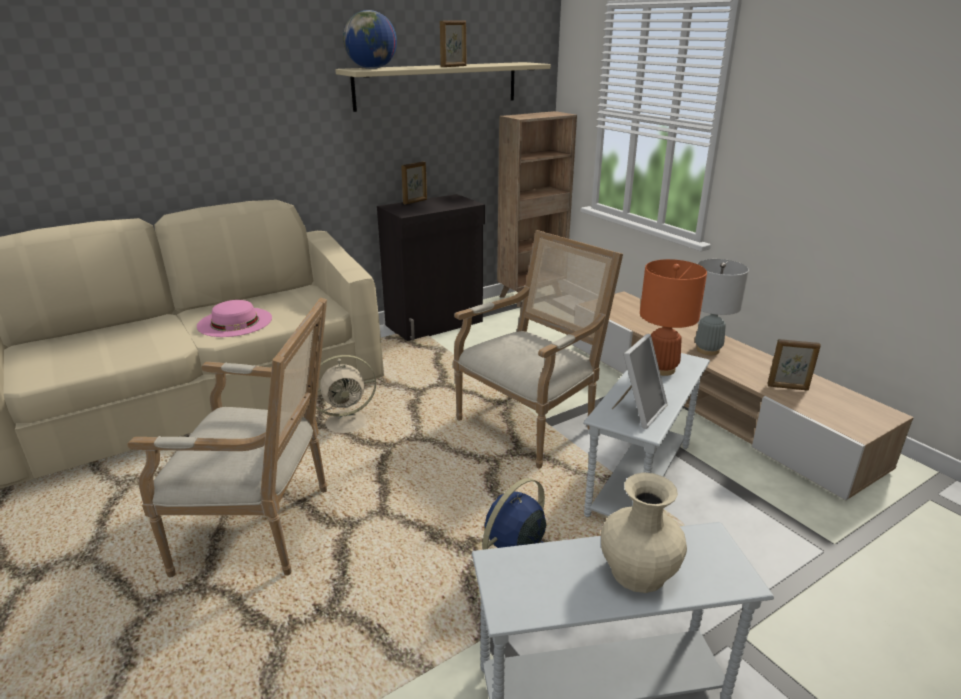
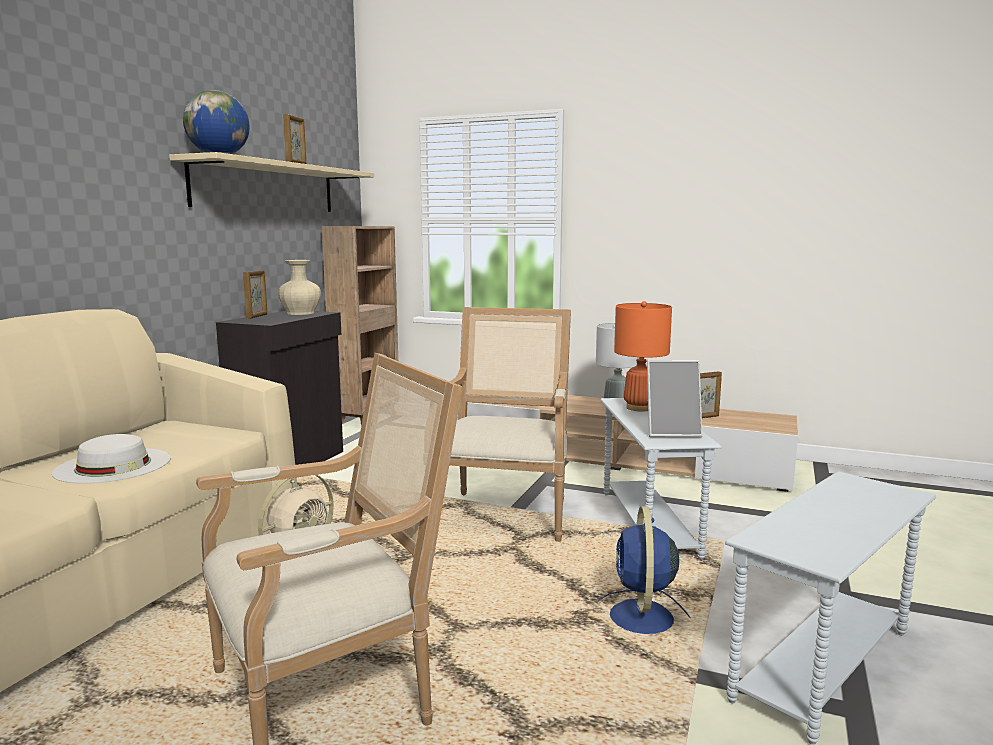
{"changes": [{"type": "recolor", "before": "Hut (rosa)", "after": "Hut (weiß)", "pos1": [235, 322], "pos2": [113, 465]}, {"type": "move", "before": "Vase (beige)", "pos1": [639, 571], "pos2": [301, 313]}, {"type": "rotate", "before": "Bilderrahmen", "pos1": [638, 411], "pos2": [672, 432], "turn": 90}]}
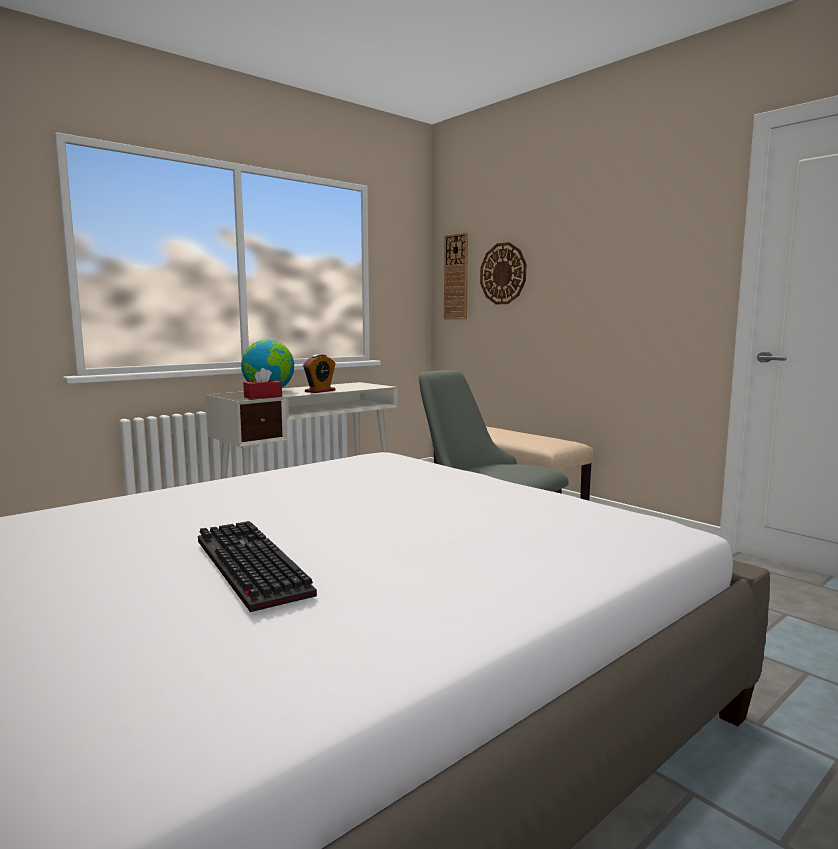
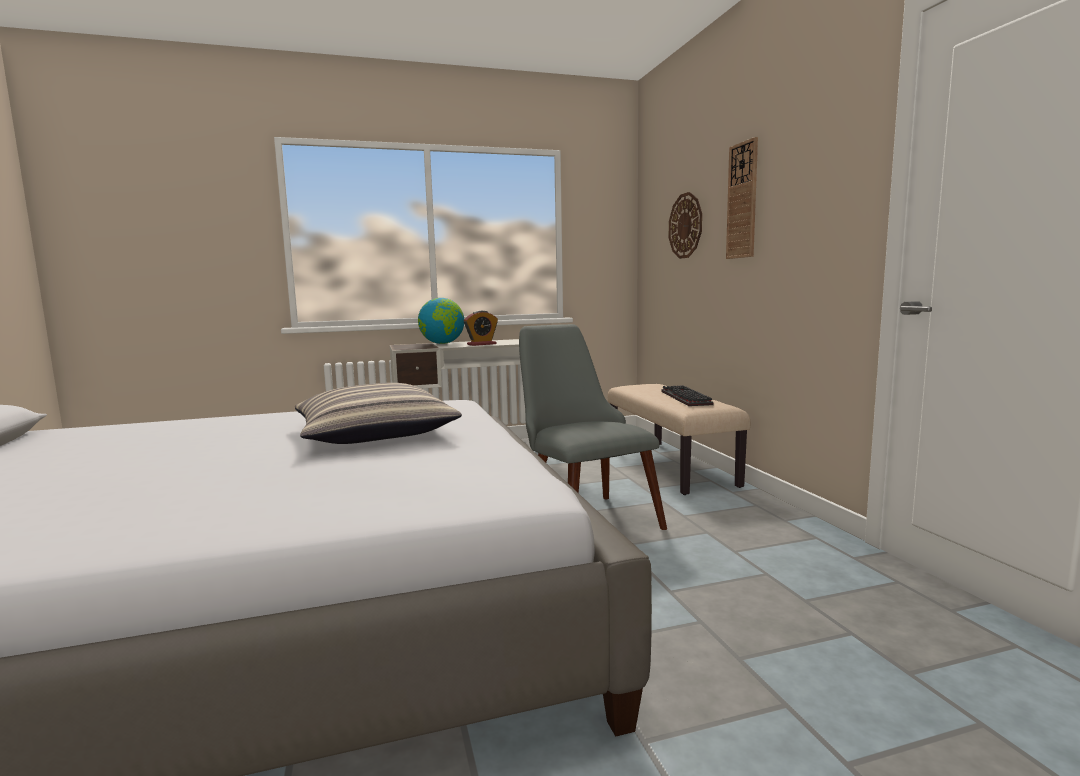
{"changes": [{"type": "move", "before": "Tastatur", "pos1": [246, 566], "pos2": [683, 398]}, {"type": "delete", "before": "Taschentuchbox (rot)", "pos1": [263, 396]}, {"type": "move", "before": "Wanduhr", "pos1": [456, 277], "pos2": [742, 201]}, {"type": "insert", "after": "Kissen", "pos2": [375, 433]}]}
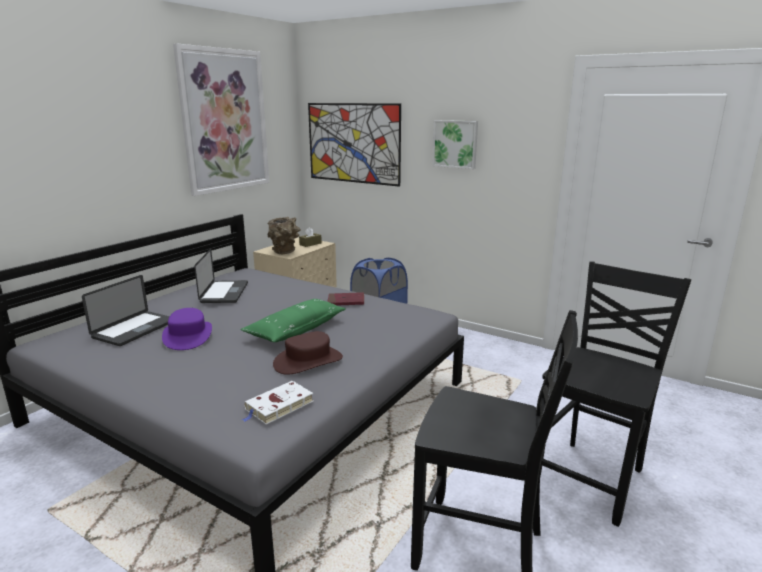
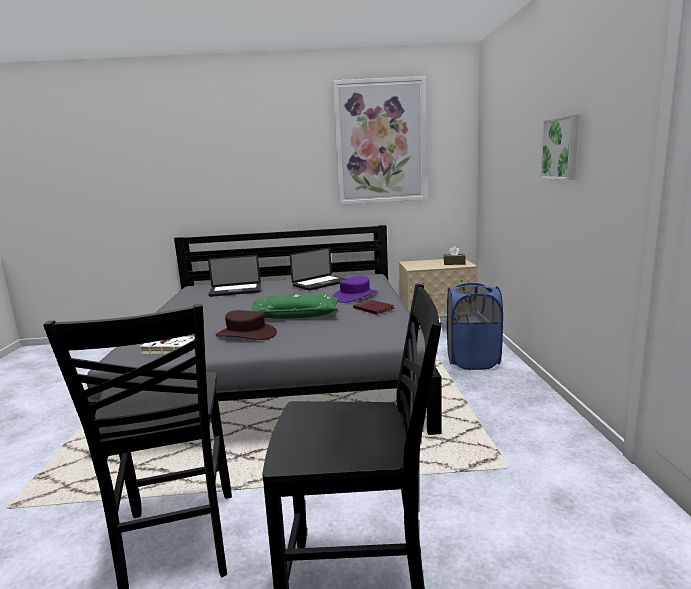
{"changes": [{"type": "move", "before": "Hut (lila)", "pos1": [188, 336], "pos2": [355, 296]}, {"type": "delete", "before": "Vase (braun)", "pos1": [285, 252]}, {"type": "delete", "before": "Bild", "pos1": [353, 143]}]}
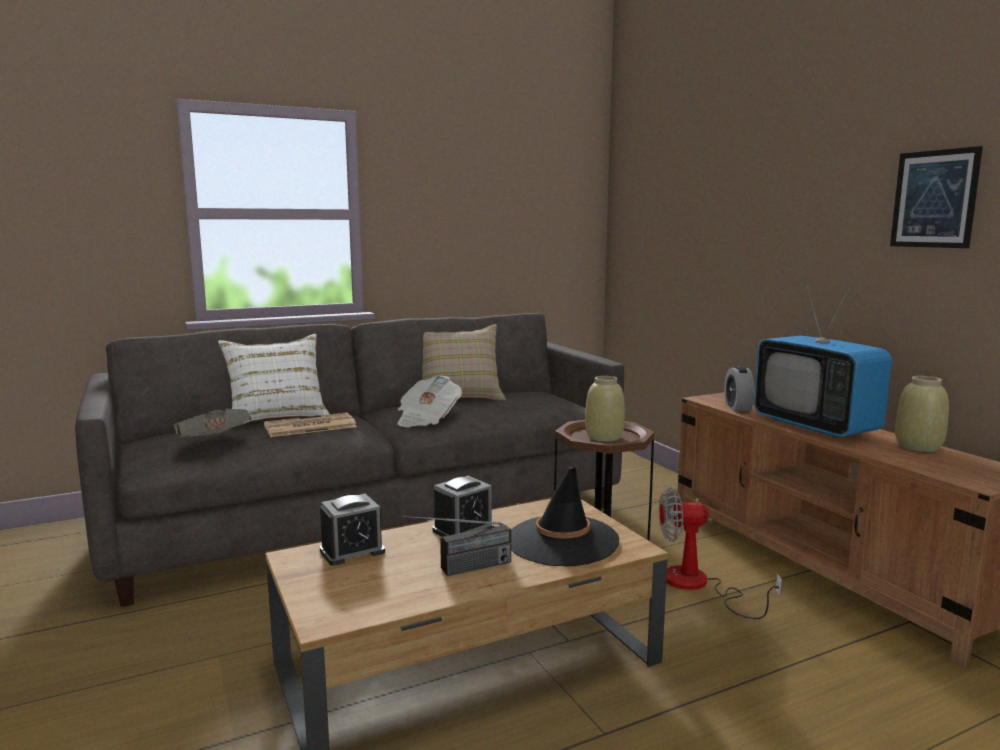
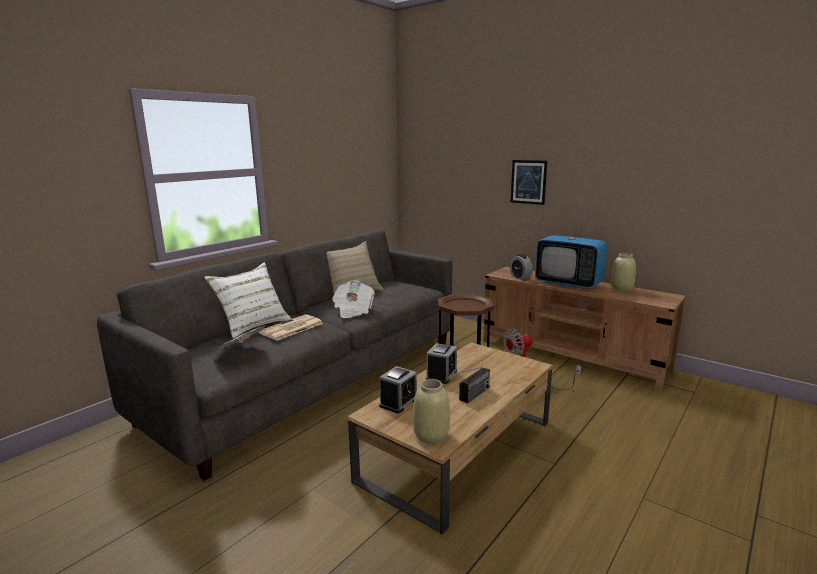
{"changes": [{"type": "delete", "before": "Hut (schwarz)", "pos1": [562, 541]}, {"type": "move", "before": "Vase (beige)", "pos1": [603, 437], "pos2": [430, 435]}, {"type": "move", "before": "Bild", "pos1": [934, 199], "pos2": [528, 182]}]}
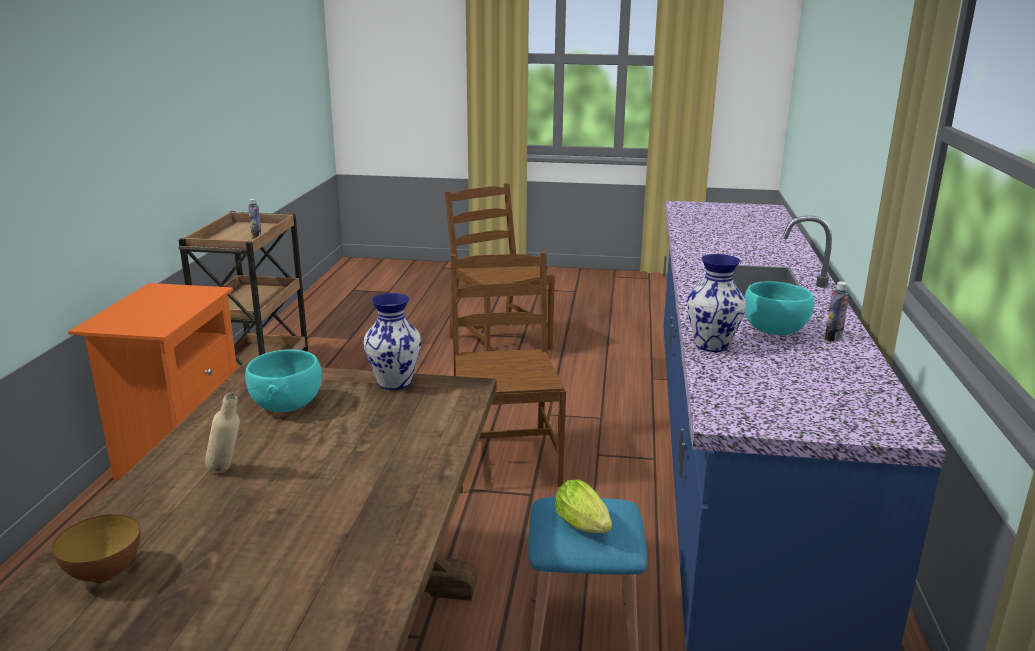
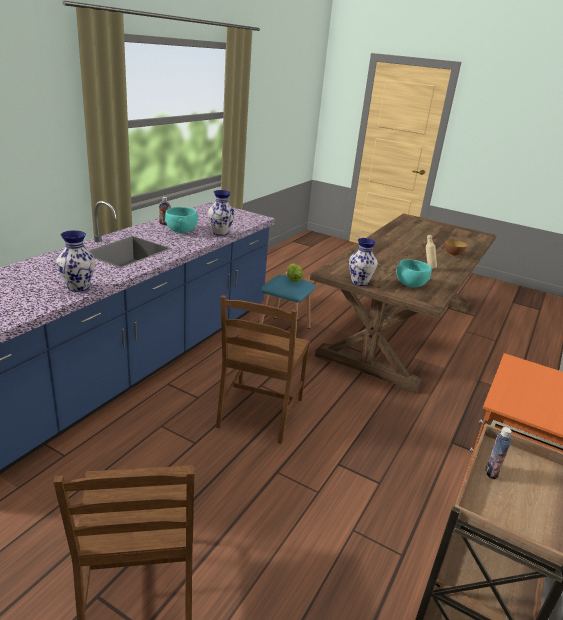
{"changes": [{"type": "insert", "after": "Vase", "pos2": [79, 287]}]}
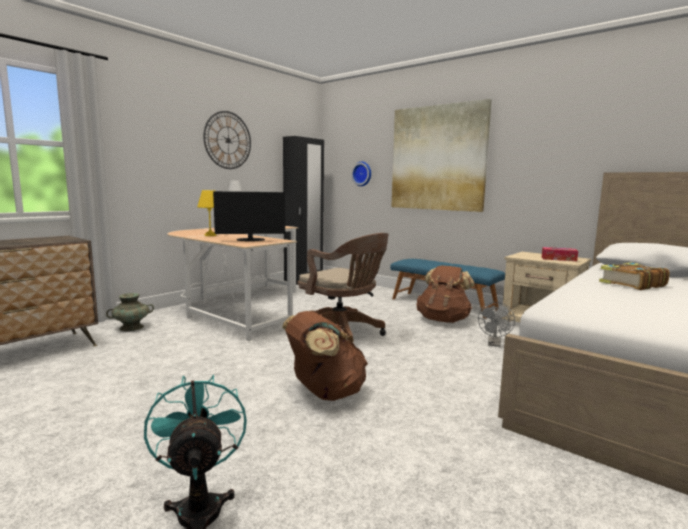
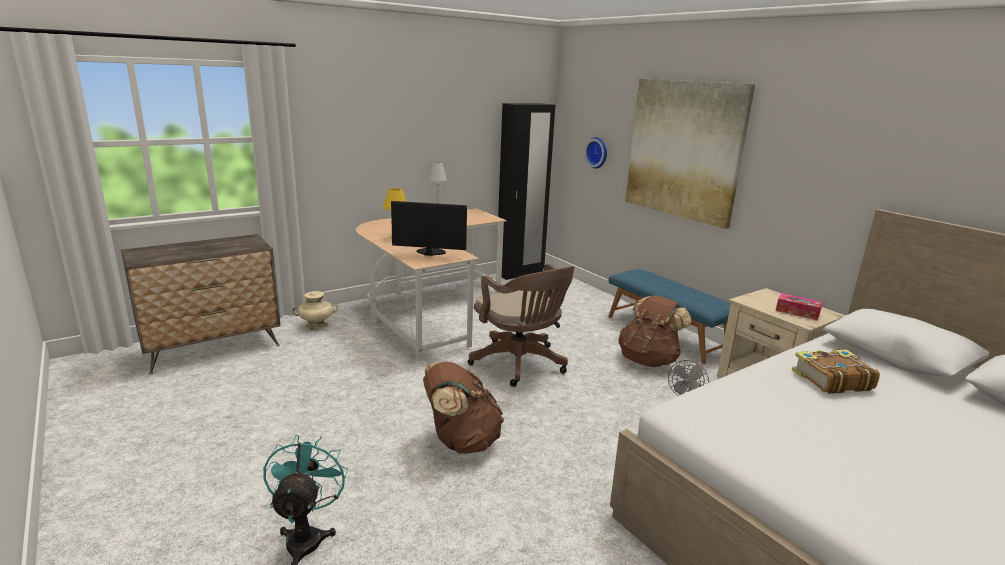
{"changes": [{"type": "recolor", "before": "Vase (türkis)", "after": "Vase (beige)", "pos1": [132, 327], "pos2": [316, 325]}, {"type": "delete", "before": "Wanduhr", "pos1": [228, 140]}]}
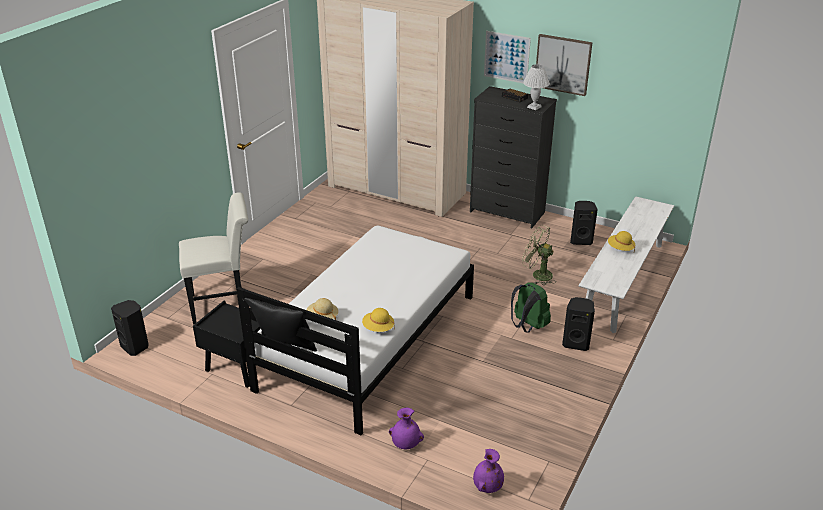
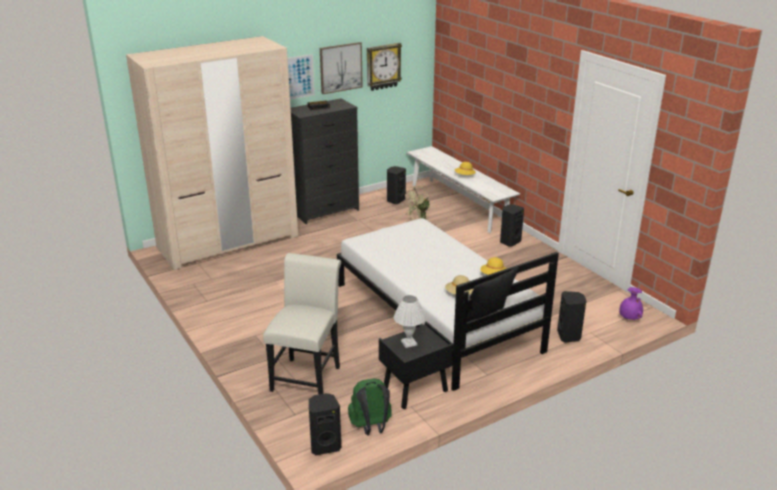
{"changes": [{"type": "replace", "before": "Vase (lila)", "after": "Lautsprecher (schwarz)", "pos1": [406, 444], "pos2": [569, 336]}, {"type": "move", "before": "Rucksack (grün)", "pos1": [527, 326], "pos2": [371, 427]}, {"type": "move", "before": "Tischlampe (weiß)", "pos1": [534, 107], "pos2": [409, 343]}, {"type": "insert", "after": "Wanduhr", "pos2": [383, 66]}]}
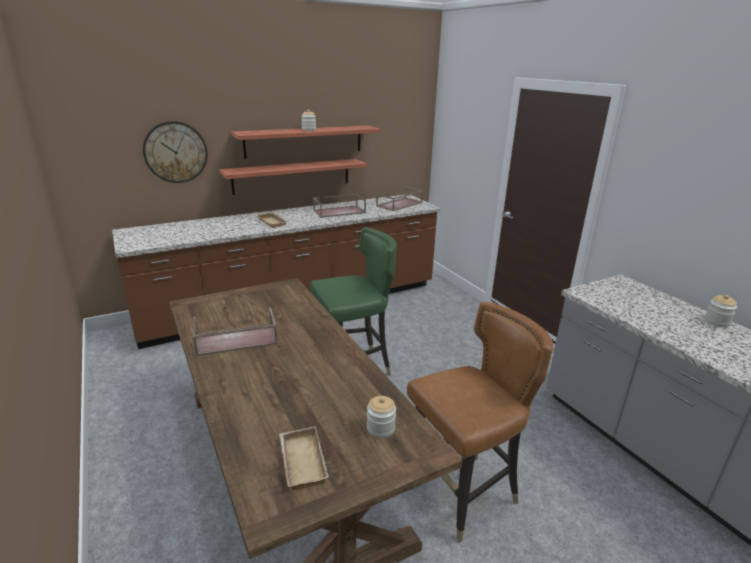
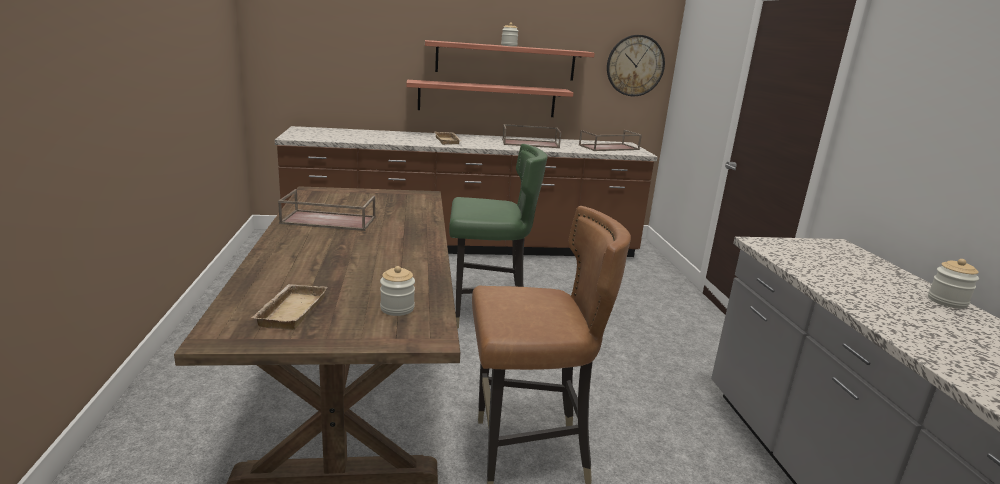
{"changes": [{"type": "move", "before": "Wanduhr", "pos1": [175, 152], "pos2": [635, 65]}]}
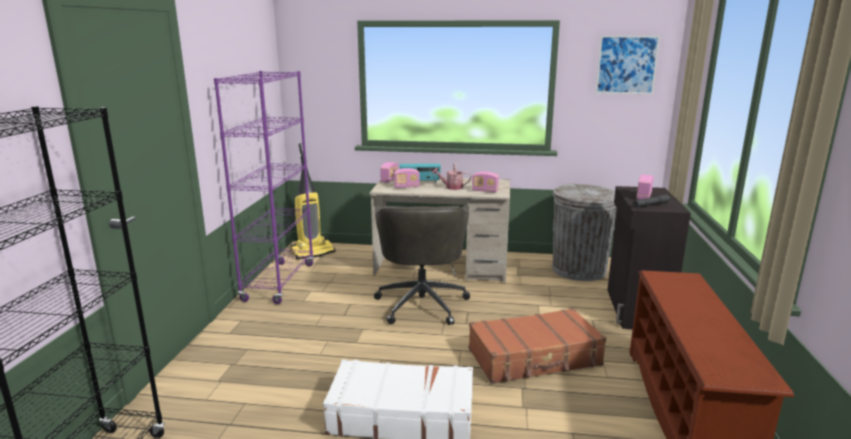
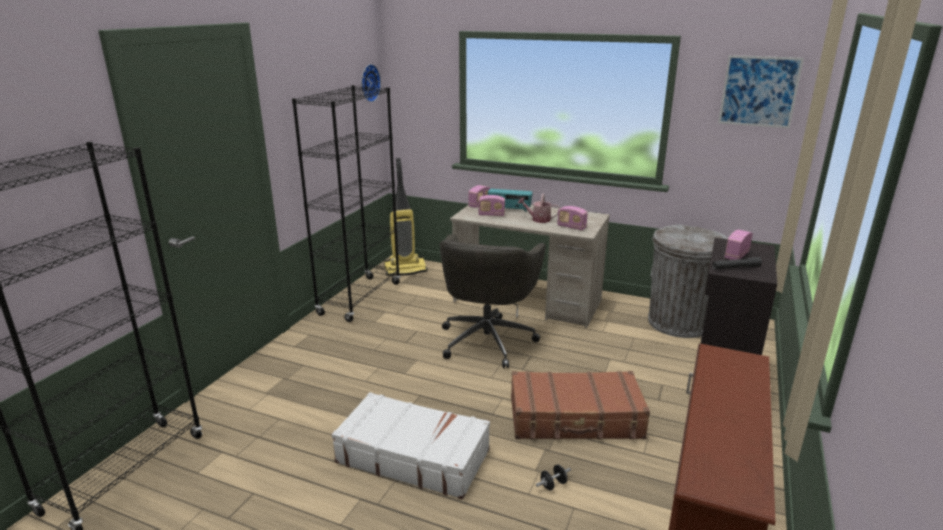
{"changes": [{"type": "recolor", "before": "Bücherregal (lila)", "after": "Bücherregal (schwarz)", "pos1": [279, 282], "pos2": [360, 299]}, {"type": "insert", "after": "Wanduhr", "pos2": [368, 83]}, {"type": "insert", "after": "Hantel (schwarz)", "pos2": [553, 485]}]}
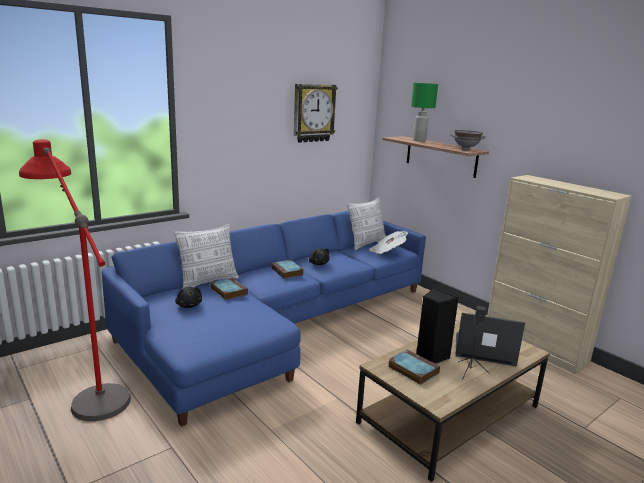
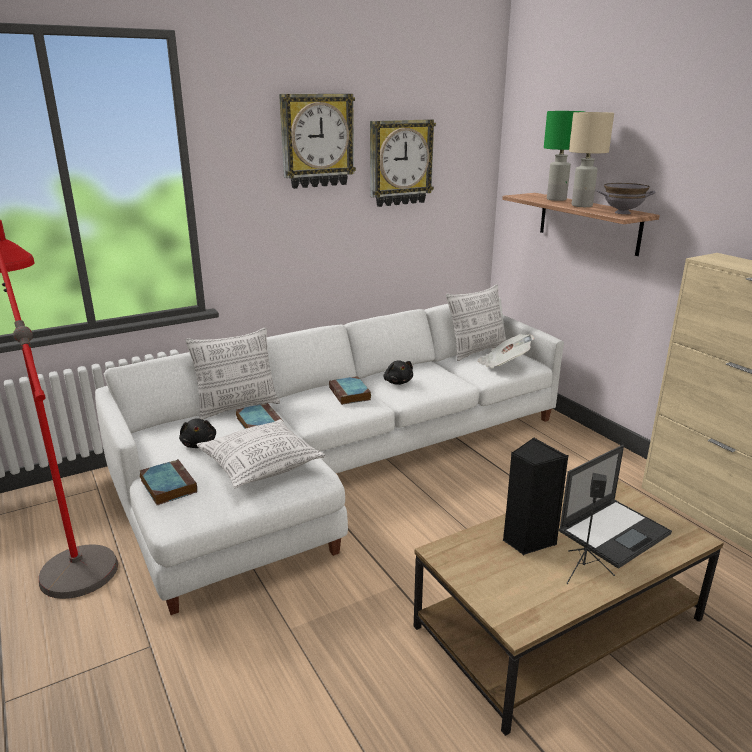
{"changes": [{"type": "recolor", "before": "Sofa (blau)", "after": "Sofa (weiß)", "pos1": [276, 324], "pos2": [337, 465]}, {"type": "move", "before": "Buch", "pos1": [412, 369], "pos2": [167, 485]}, {"type": "rotate", "before": "Laptop", "pos1": [483, 349], "pos2": [614, 531], "turn": 120}, {"type": "insert", "after": "Kissen", "pos2": [261, 465]}, {"type": "insert", "after": "Wanduhr", "pos2": [317, 141]}, {"type": "insert", "after": "Tischlampe (beige)", "pos2": [581, 205]}]}
